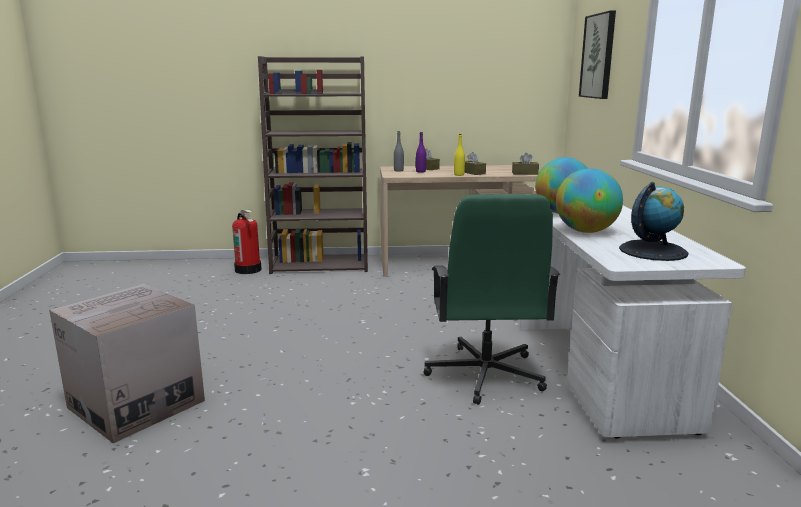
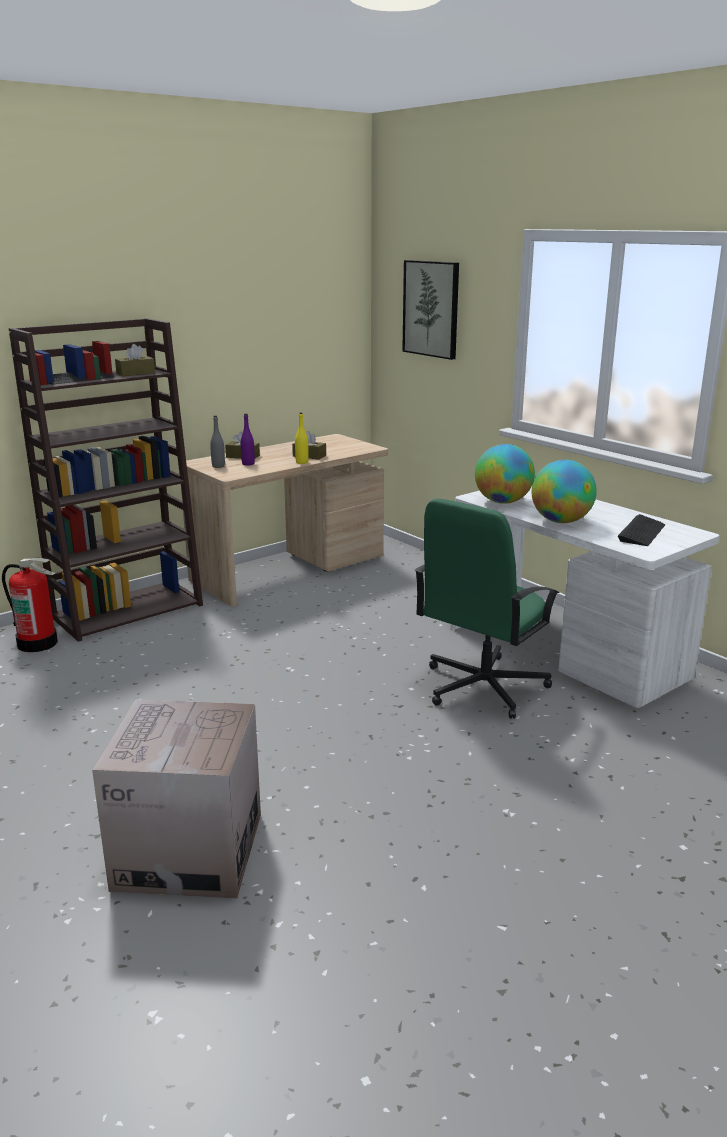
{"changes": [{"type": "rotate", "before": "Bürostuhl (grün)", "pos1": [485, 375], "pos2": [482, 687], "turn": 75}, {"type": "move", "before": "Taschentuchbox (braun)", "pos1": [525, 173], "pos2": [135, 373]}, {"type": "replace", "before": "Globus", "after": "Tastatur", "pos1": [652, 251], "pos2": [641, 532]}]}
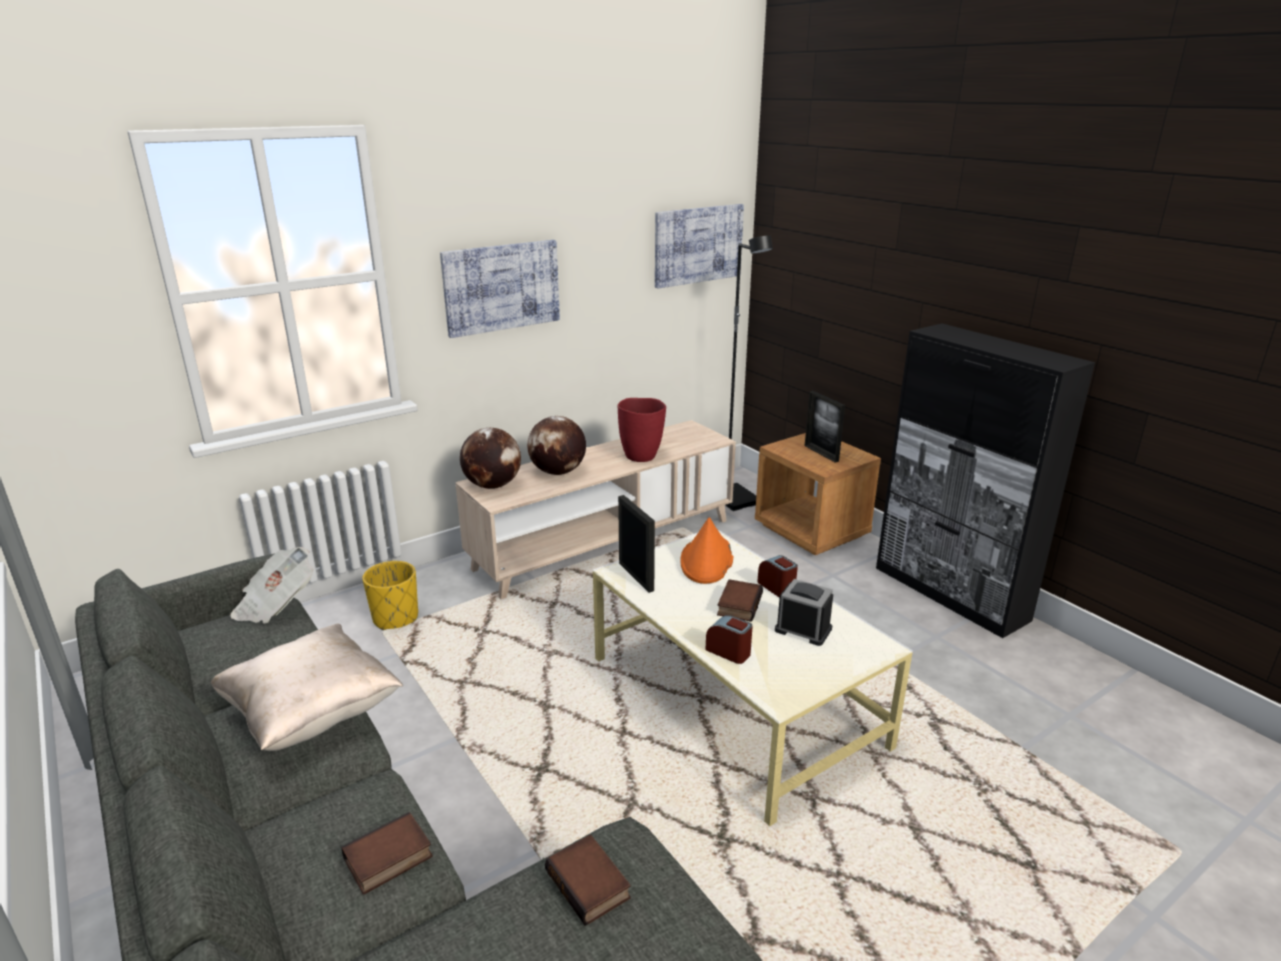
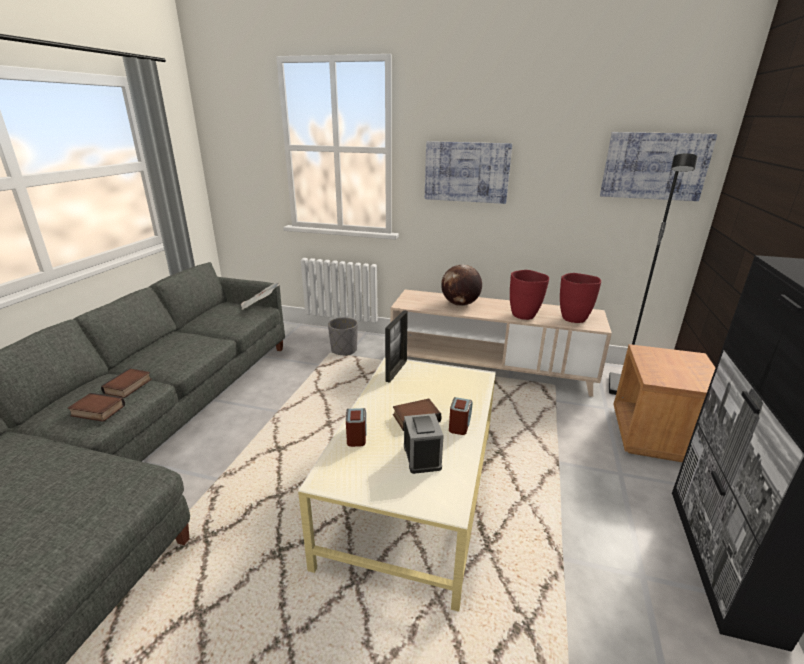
{"changes": [{"type": "delete", "before": "Kissen (beige)", "pos1": [312, 715]}, {"type": "recolor", "before": "Pflanzkübel (gelb)", "after": "Pflanzkübel (grau)", "pos1": [395, 618], "pos2": [344, 350]}, {"type": "delete", "before": "Globus", "pos1": [493, 485]}, {"type": "move", "before": "Buch", "pos1": [590, 884], "pos2": [128, 387]}, {"type": "delete", "before": "Hut (orange)", "pos1": [707, 560]}, {"type": "delete", "before": "Bilderrahmen", "pos1": [821, 453]}, {"type": "insert", "after": "Vase (rot)", "pos2": [573, 318]}]}
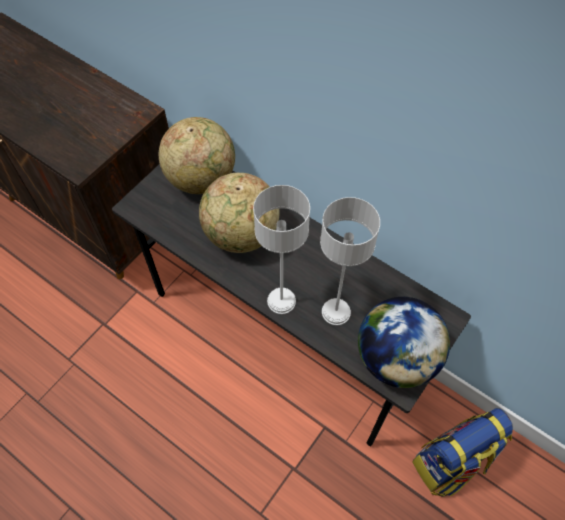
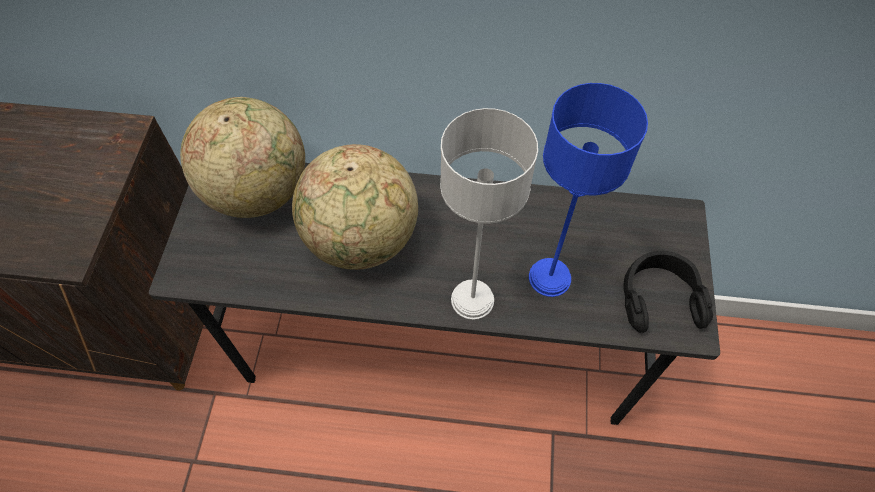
{"changes": [{"type": "recolor", "before": "Tischlampe (grau)", "after": "Tischlampe (blau)", "pos1": [336, 311], "pos2": [550, 277]}, {"type": "replace", "before": "Globus", "after": "Kopfhörer (schwarz)", "pos1": [396, 358], "pos2": [659, 297]}, {"type": "delete", "before": "Rucksack", "pos1": [450, 464]}]}
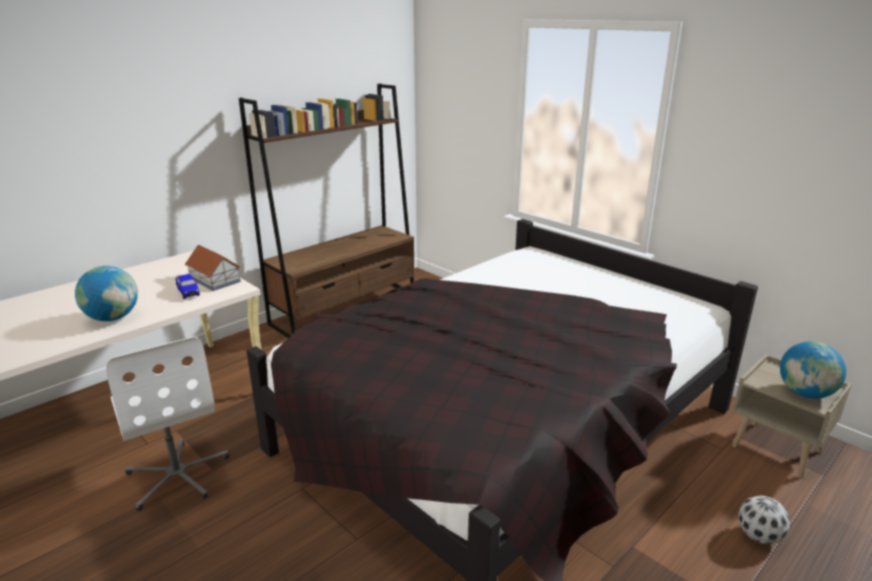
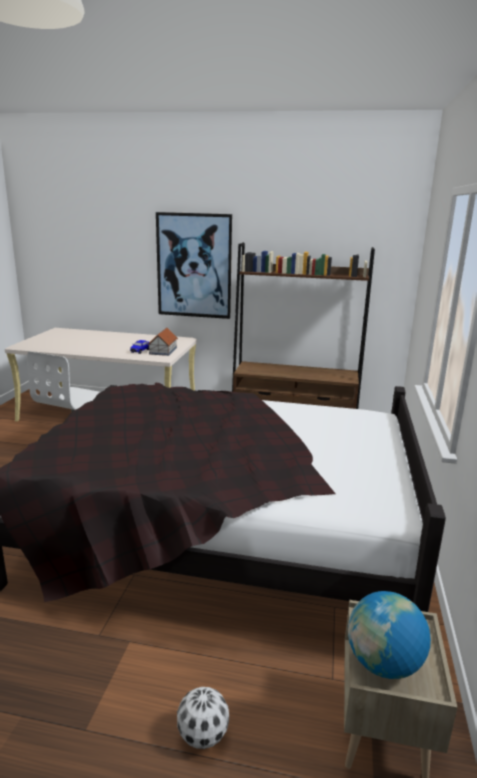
{"changes": [{"type": "delete", "before": "Globus", "pos1": [113, 318]}, {"type": "insert", "after": "Bild", "pos2": [194, 266]}]}
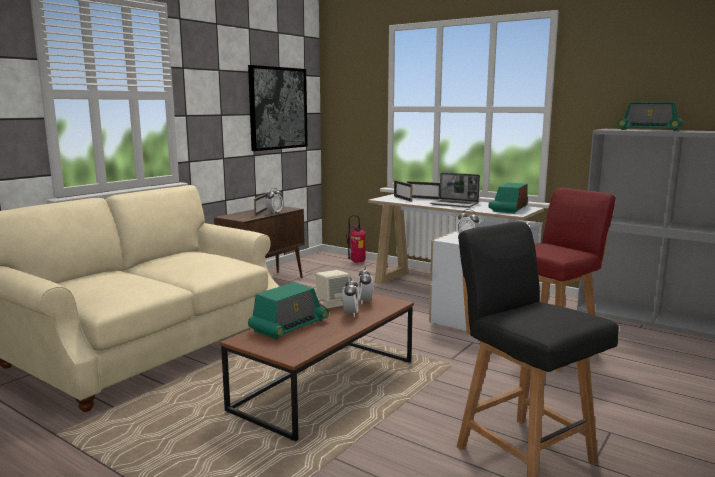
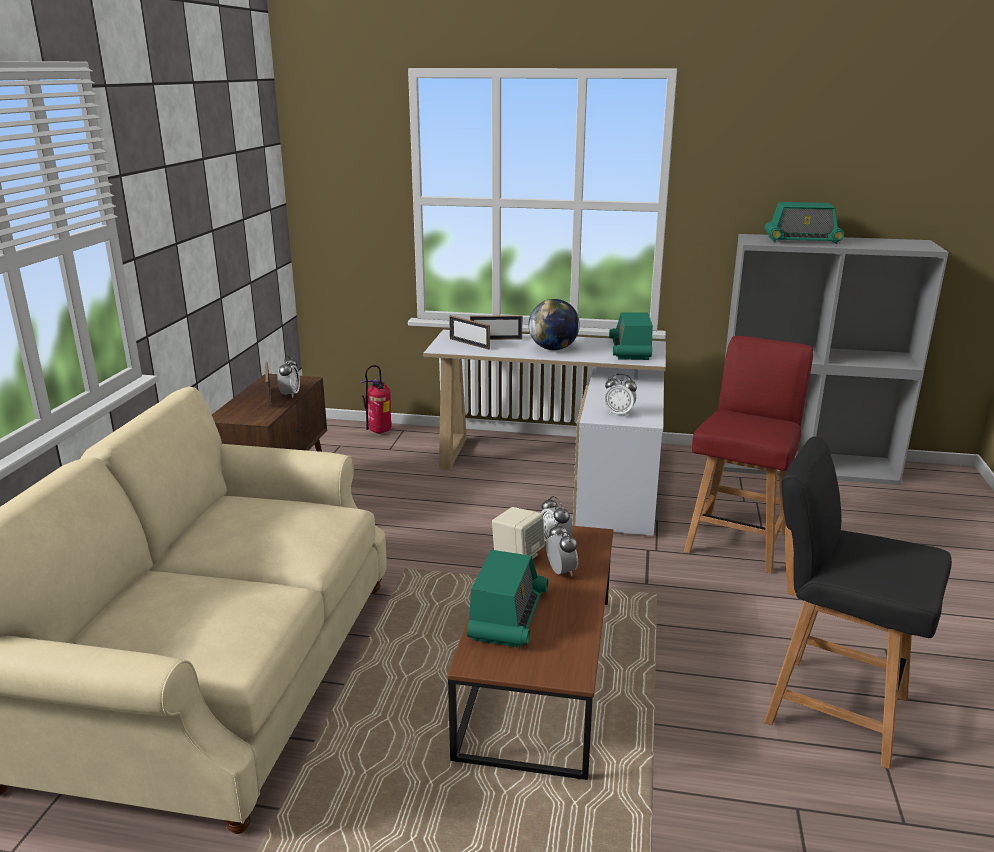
{"changes": [{"type": "delete", "before": "Bild", "pos1": [278, 108]}, {"type": "replace", "before": "Laptop", "after": "Globus", "pos1": [455, 204], "pos2": [553, 349]}]}
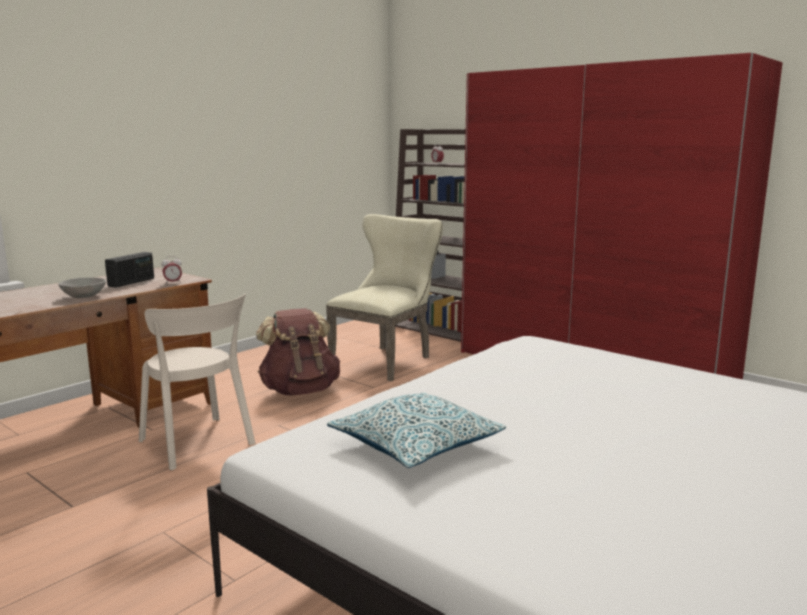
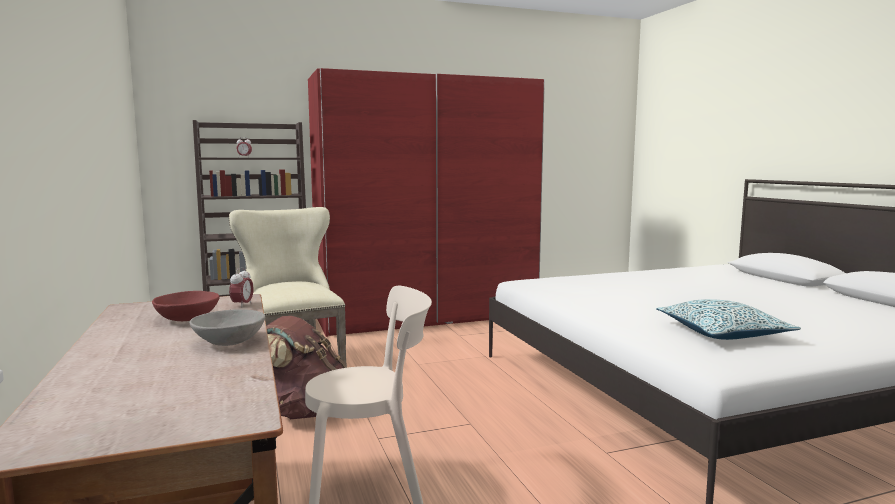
{"changes": [{"type": "replace", "before": "Radio", "after": "Schüssel (rot)", "pos1": [132, 282], "pos2": [187, 319]}]}
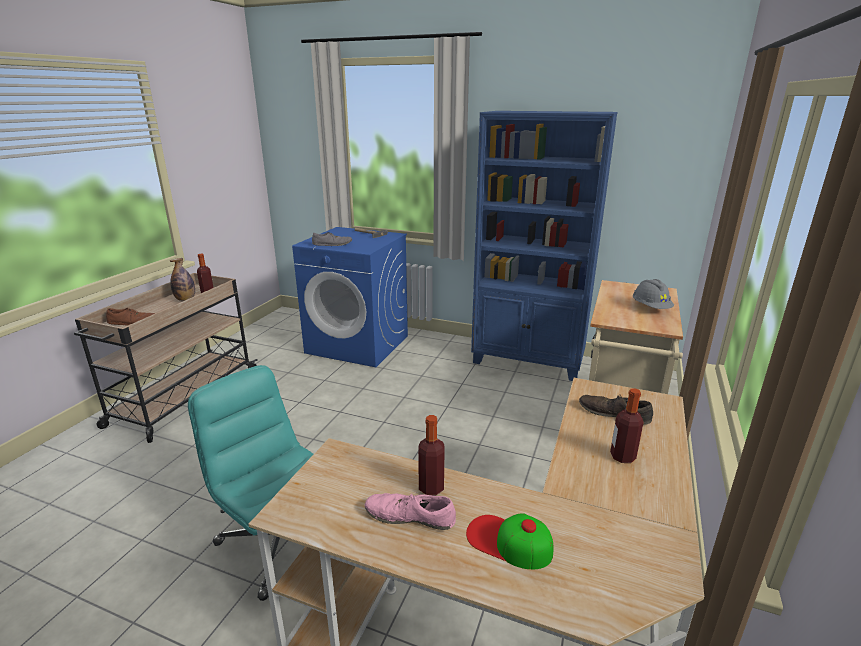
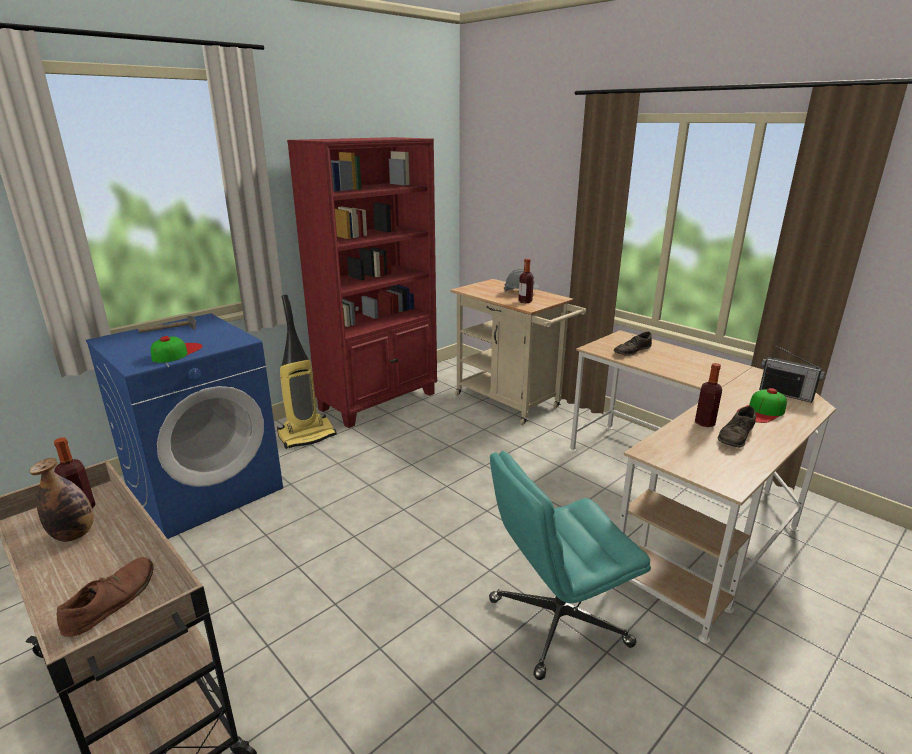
{"changes": [{"type": "replace", "before": "Schuh (grau)", "after": "Kappe", "pos1": [332, 244], "pos2": [177, 352]}, {"type": "recolor", "before": "Schuh (rosa)", "after": "Schuh (braun)", "pos1": [410, 516], "pos2": [736, 436]}, {"type": "recolor", "before": "Bücherregal (blau)", "after": "Bücherregal (rot)", "pos1": [528, 361], "pos2": [379, 401]}, {"type": "move", "before": "Flasche", "pos1": [622, 456], "pos2": [525, 301]}, {"type": "insert", "after": "Staubsauger", "pos2": [307, 435]}, {"type": "insert", "after": "Radio", "pos2": [786, 394]}]}
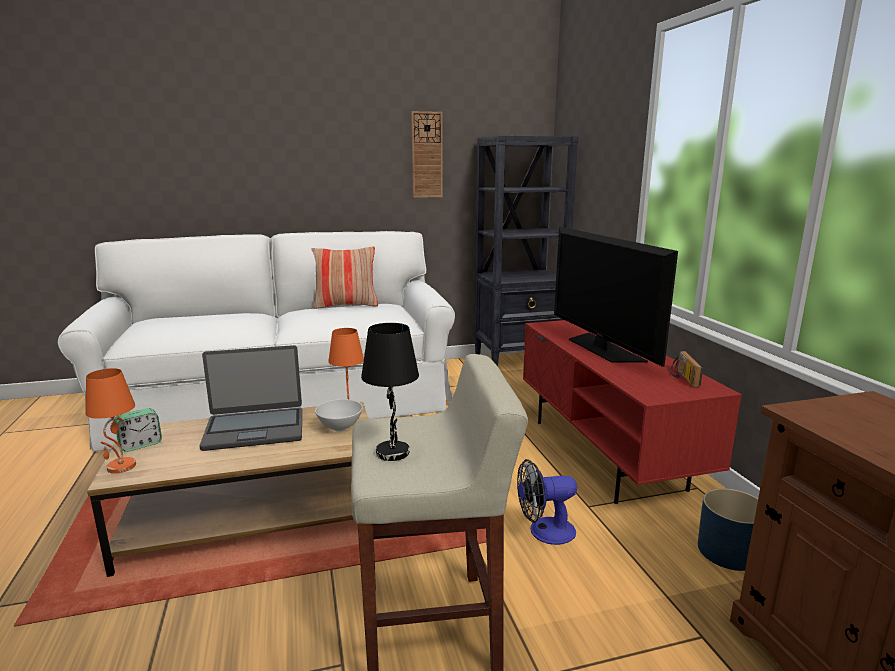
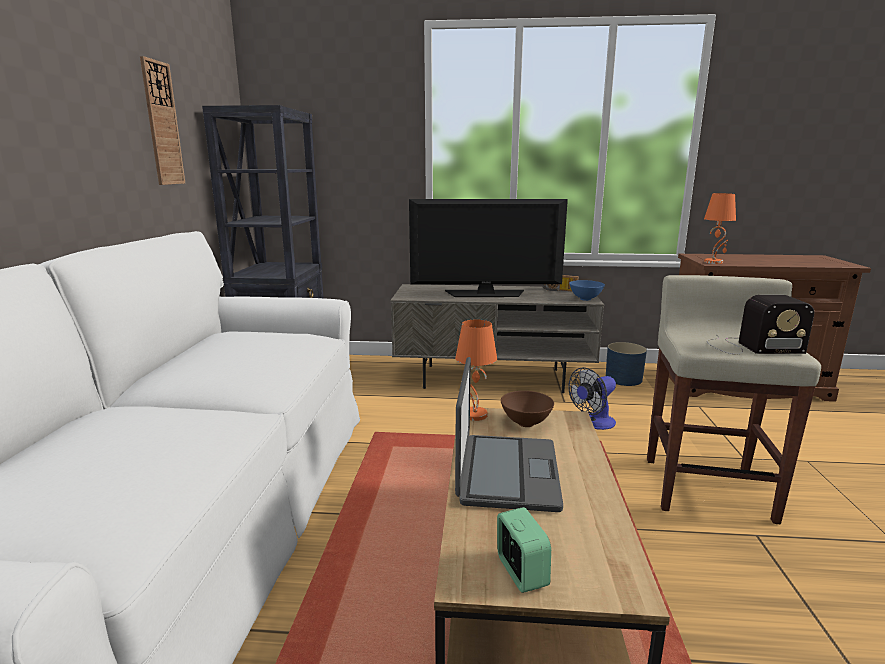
{"changes": [{"type": "move", "before": "Tischlampe (orange)", "pos1": [121, 467], "pos2": [714, 262]}, {"type": "delete", "before": "Kissen", "pos1": [346, 305]}, {"type": "recolor", "before": "Schüssel (weiß)", "after": "Schüssel (braun)", "pos1": [340, 428], "pos2": [526, 423]}, {"type": "replace", "before": "Tischlampe (schwarz)", "after": "Radio", "pos1": [393, 453], "pos2": [750, 347]}, {"type": "rotate", "before": "Ventilator", "pos1": [544, 532], "pos2": [593, 423], "turn": 45}, {"type": "recolor", "before": "Fernsehschrank (rot)", "after": "Fernsehschrank (grau)", "pos1": [607, 453], "pos2": [493, 378]}, {"type": "insert", "after": "Schüssel (blau)", "pos2": [585, 299]}]}
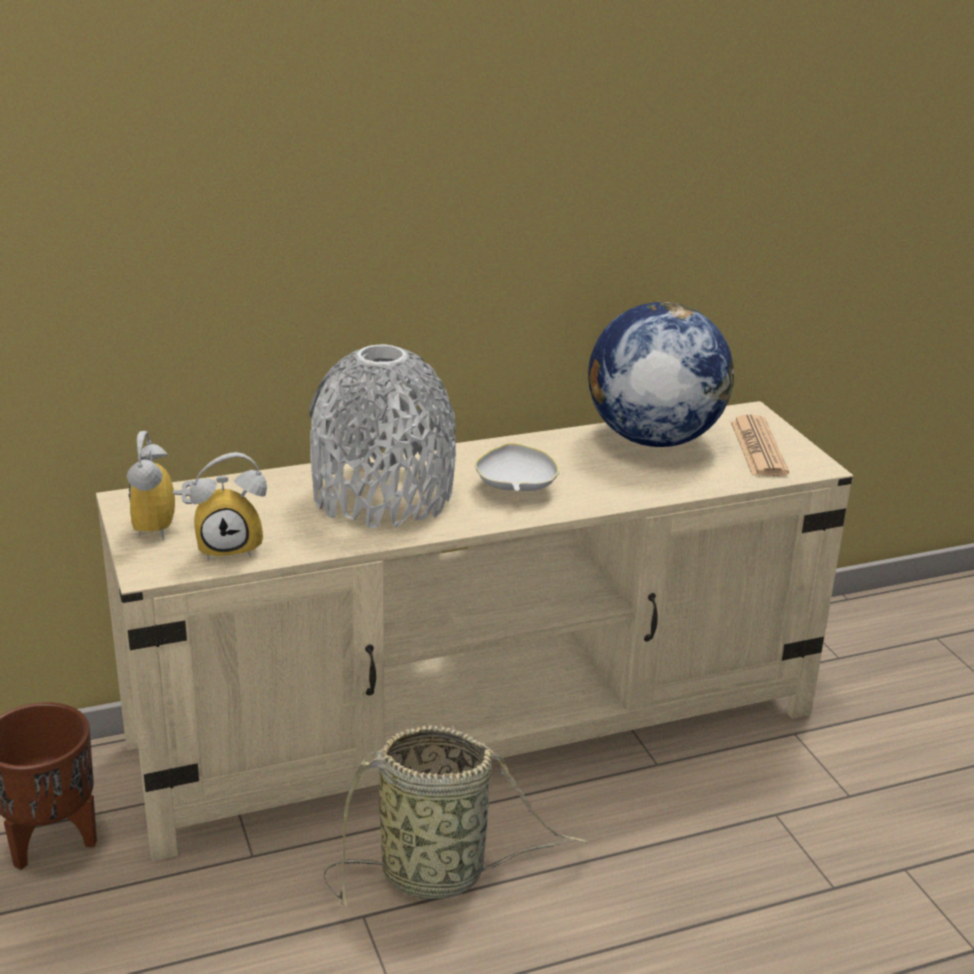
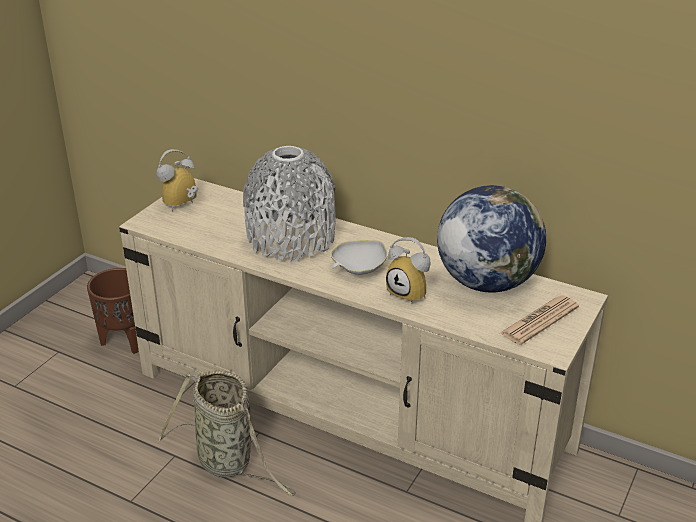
{"changes": [{"type": "move", "before": "Wecker", "pos1": [232, 546], "pos2": [411, 293]}]}
